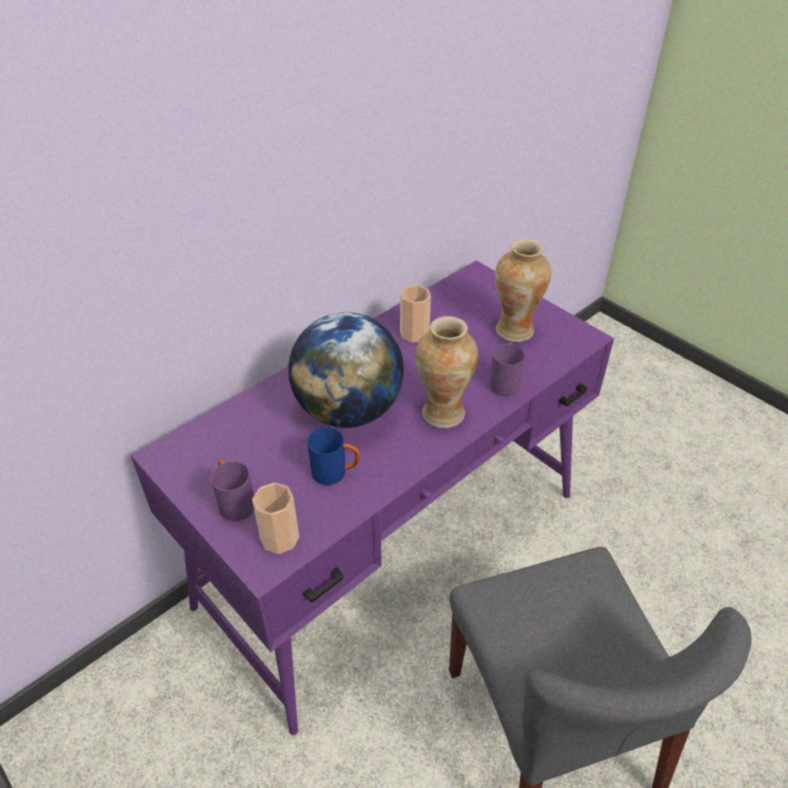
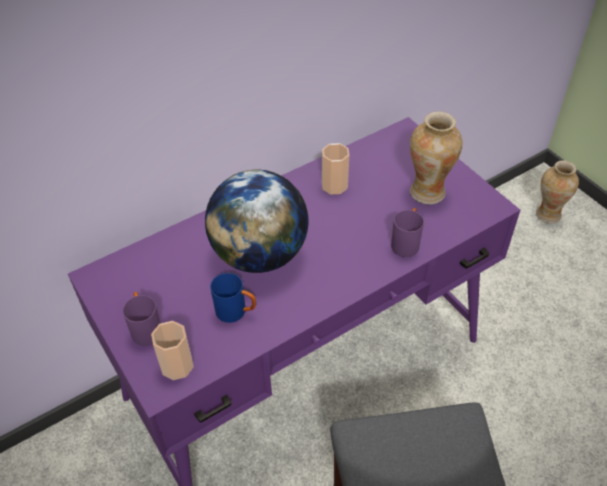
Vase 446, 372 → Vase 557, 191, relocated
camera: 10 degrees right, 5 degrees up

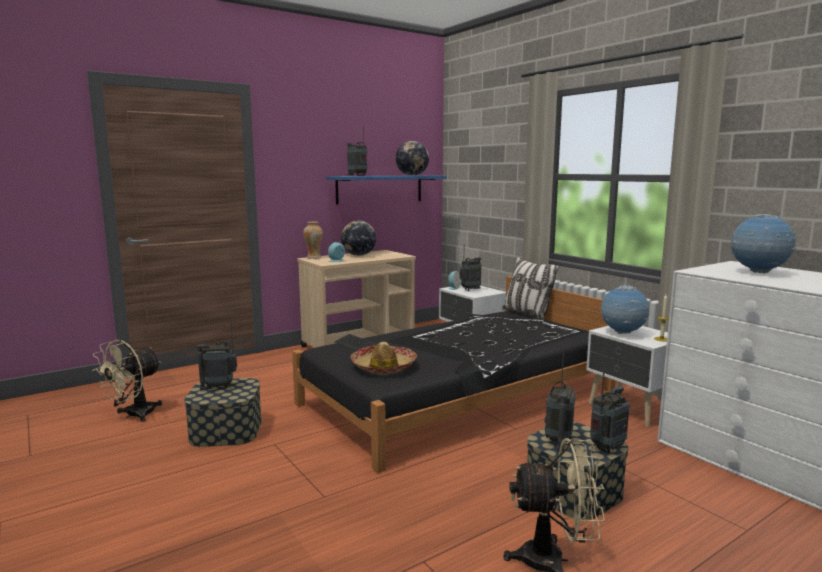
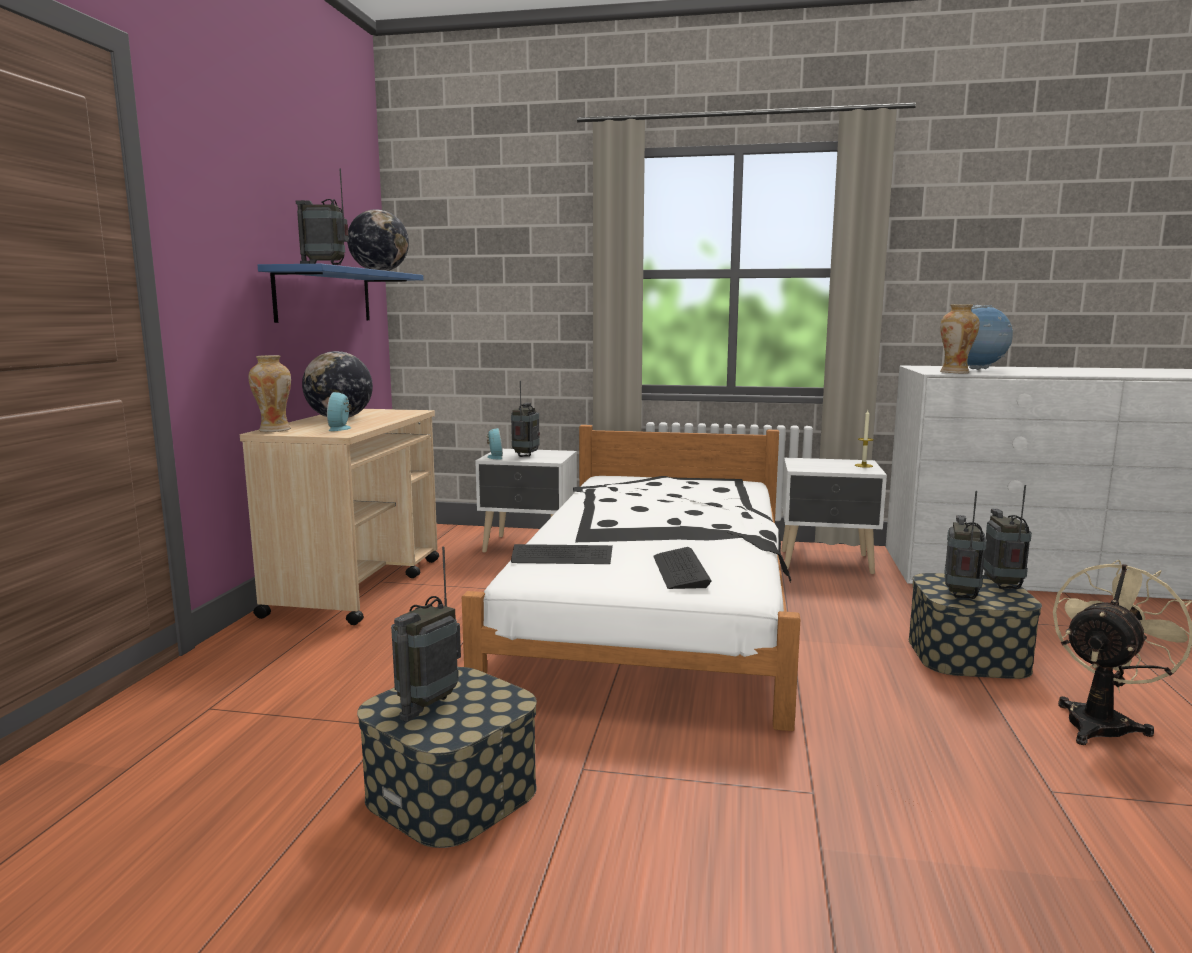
Ventilator (beige) 127, 381 → -
Kissen 531, 288 → -
Globus 624, 309 → -
- → Vase 960, 339
Hut 383, 358 → Tastatur 682, 568
Bett (schwarz) 454, 374 → Bett (weiß) 631, 578
Radio 560, 402 → Radio 965, 545, 135 degrees counterclockwise
camera: 45 degrees left, 0 degrees up

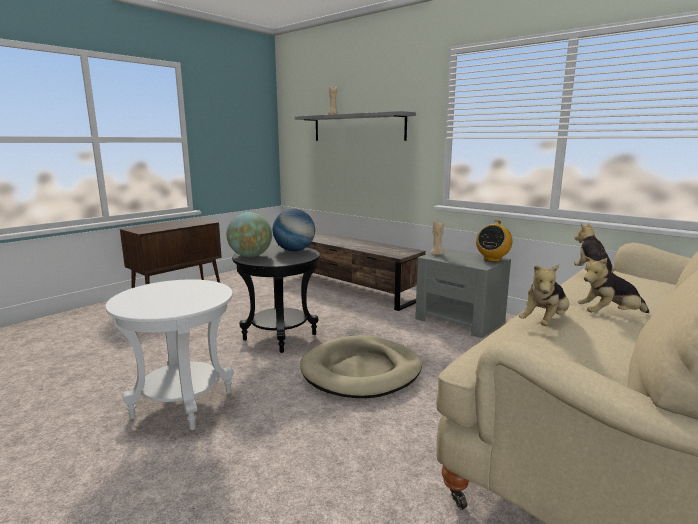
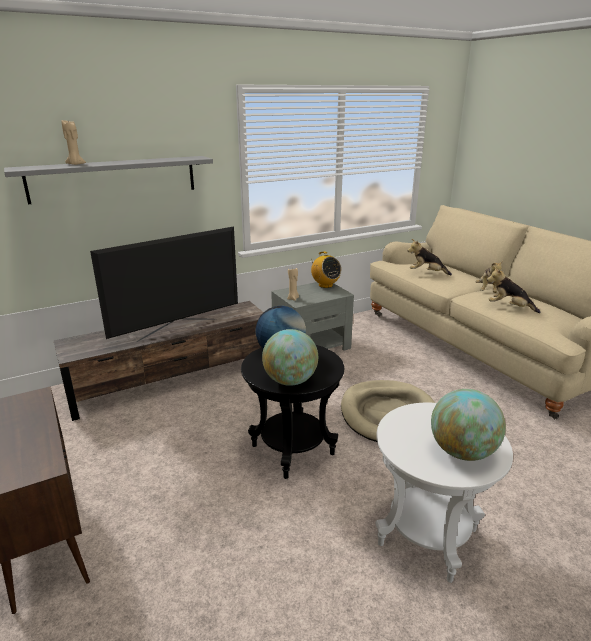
- → Fernseher 164, 284
- → Globus 468, 425
Plüschtier 544, 295 → Plüschtier 513, 289, 150 degrees clockwise
camera: 70 degrees left, 10 degrees up

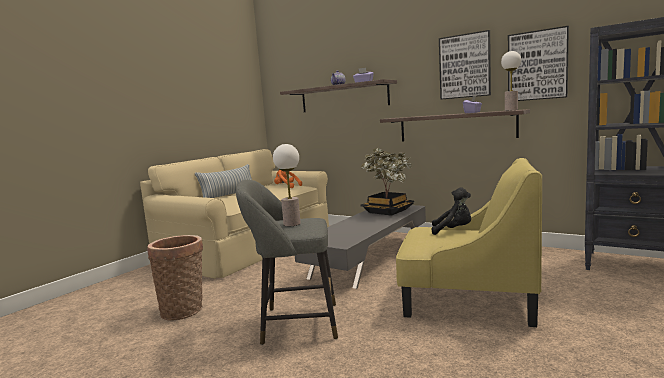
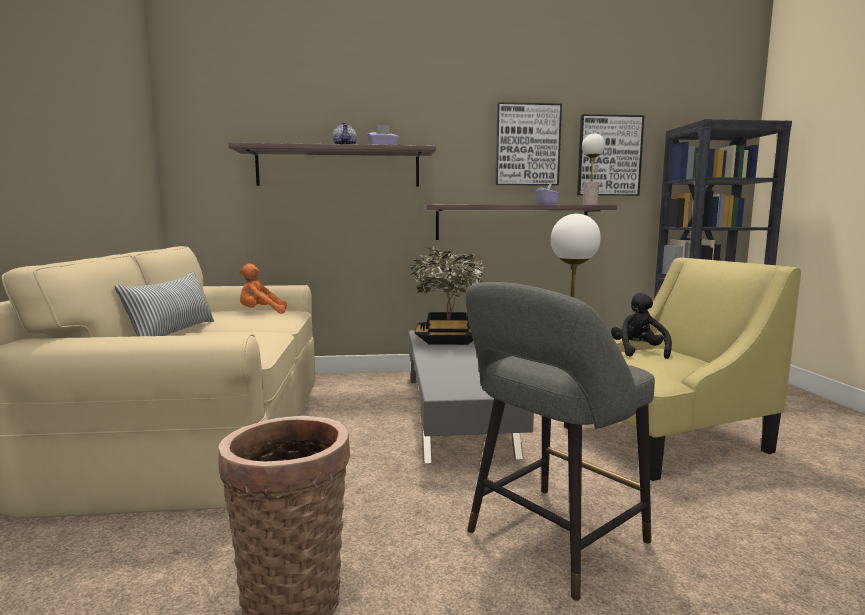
Plüschtier (schwarz) 451, 211 → Plüschtier (schwarz) 641, 326, 60 degrees counterclockwise
camera: 40 degrees left, 0 degrees up

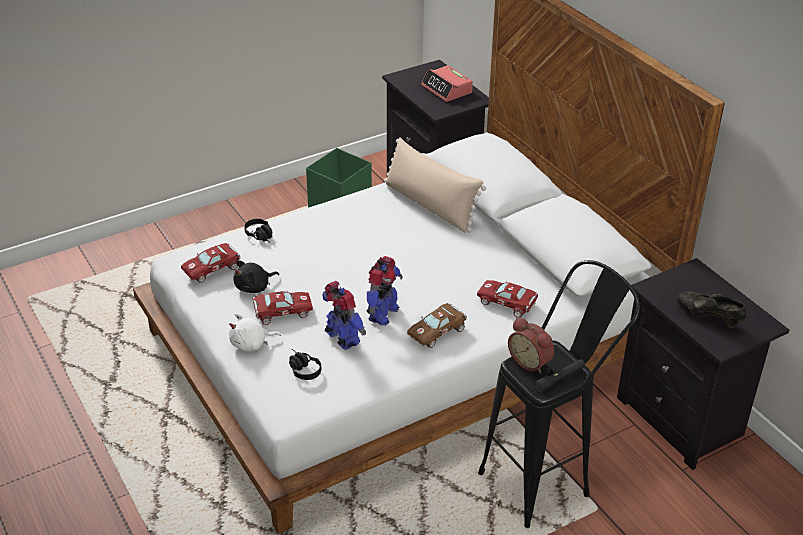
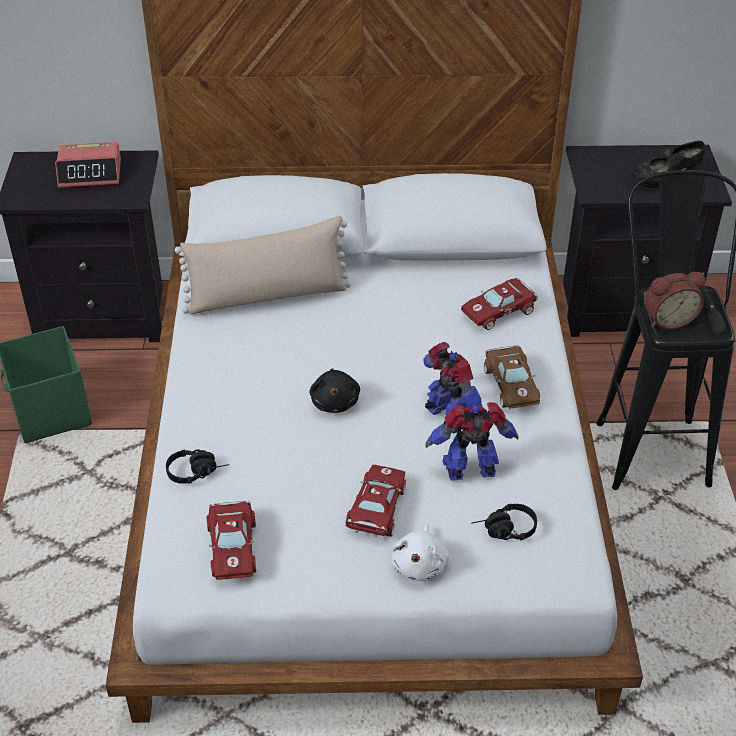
Plüschtier (schwarz) 256, 276 → Plüschtier (schwarz) 334, 390, relocated
camera: 60 degrees left, 5 degrees up

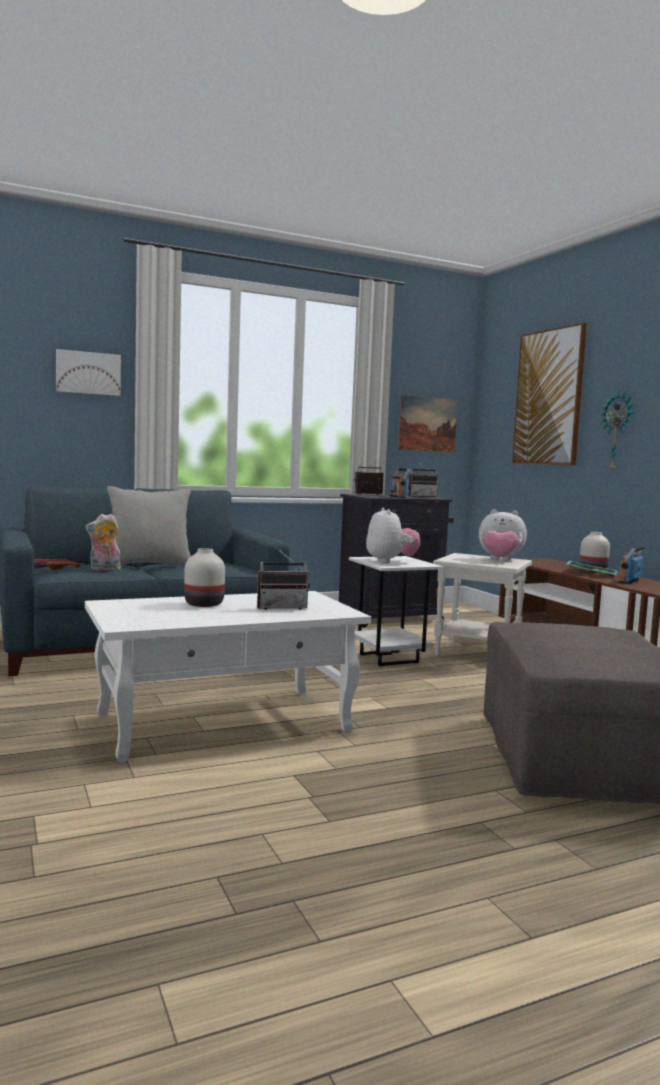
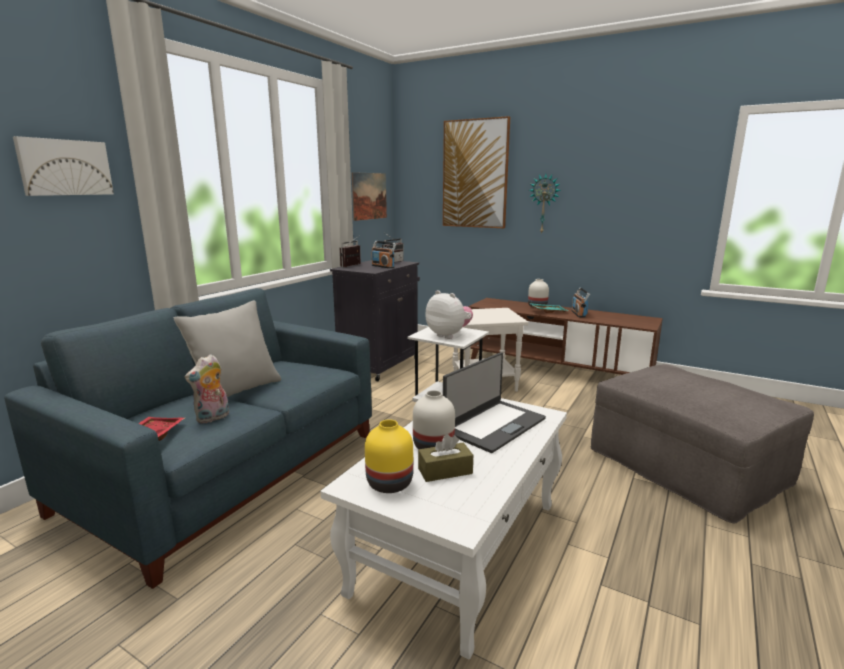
Plüschtier 503, 535 → -
- → Vase (gelb) 389, 456
- → Taschentuchbox (braun) 445, 458
Radio 283, 579 → Laptop 494, 402
camera: 35 degrees left, 10 degrees up

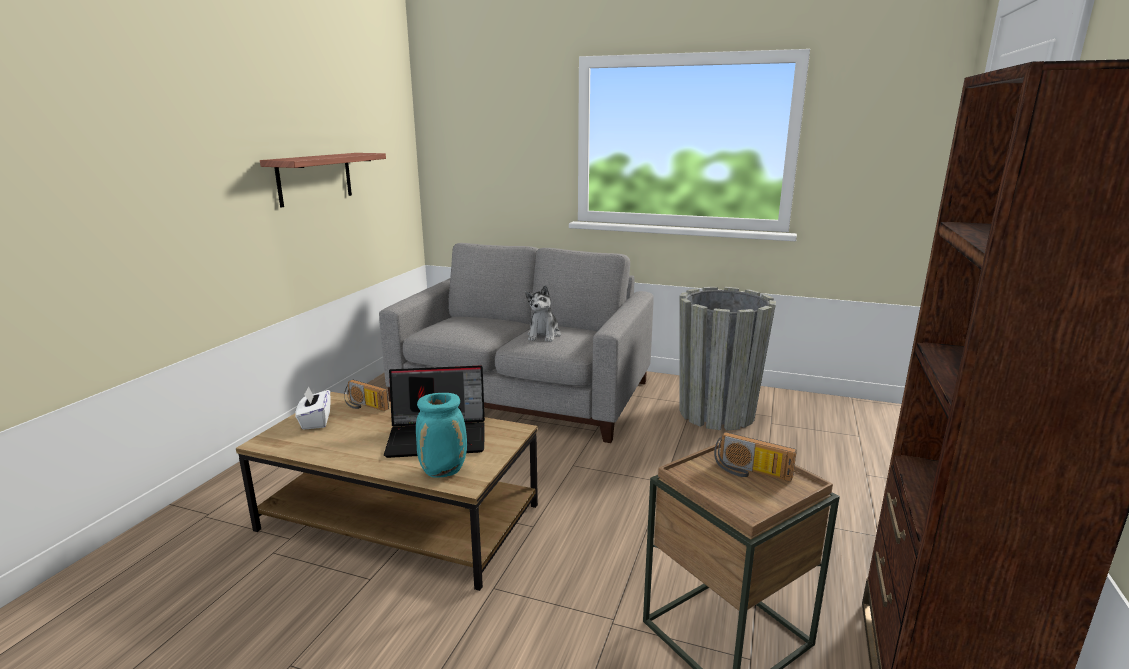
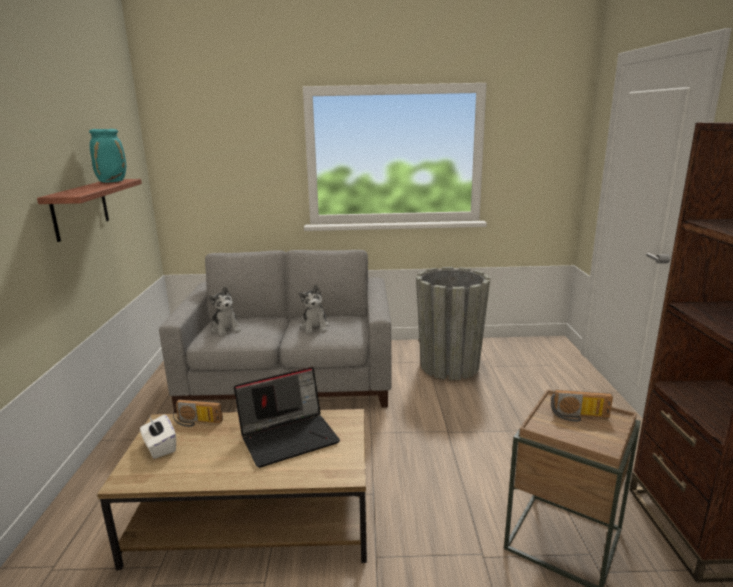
- → Plüschtier 224, 311
Vase (türkis) 441, 435 → Vase (türkis) 107, 156, relocated
camera: 20 degrees left, 0 degrees up

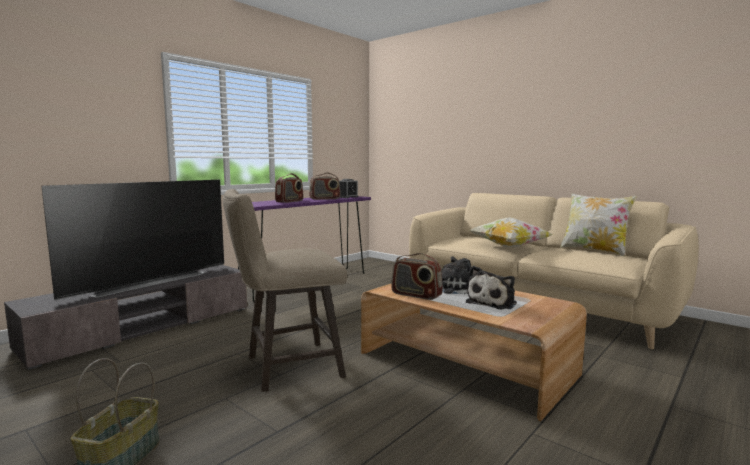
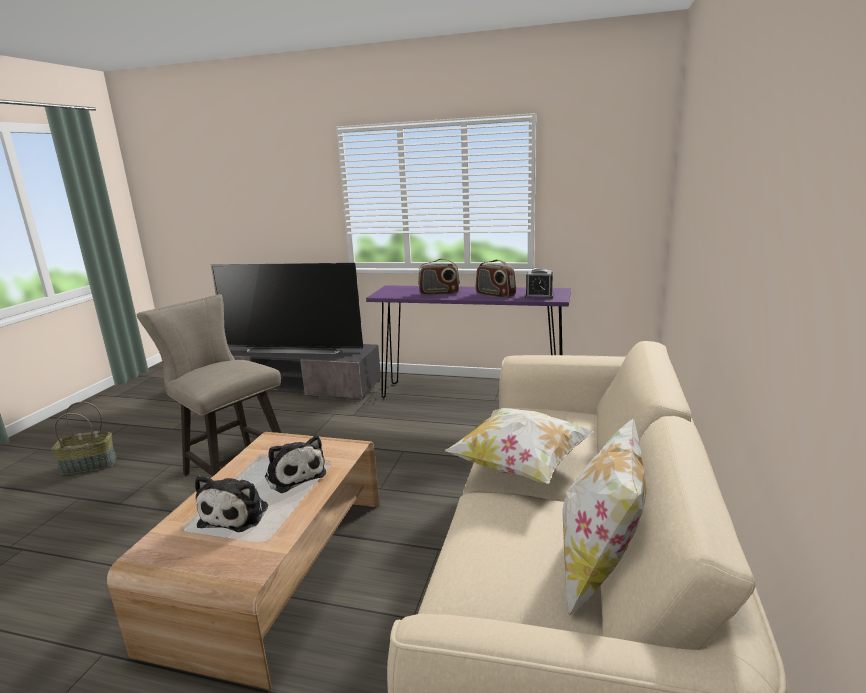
Radio 417, 276 → -
Plüschtier 491, 287 → Plüschtier 231, 503, 90 degrees counterclockwise
camera: 65 degrees right, 10 degrees up

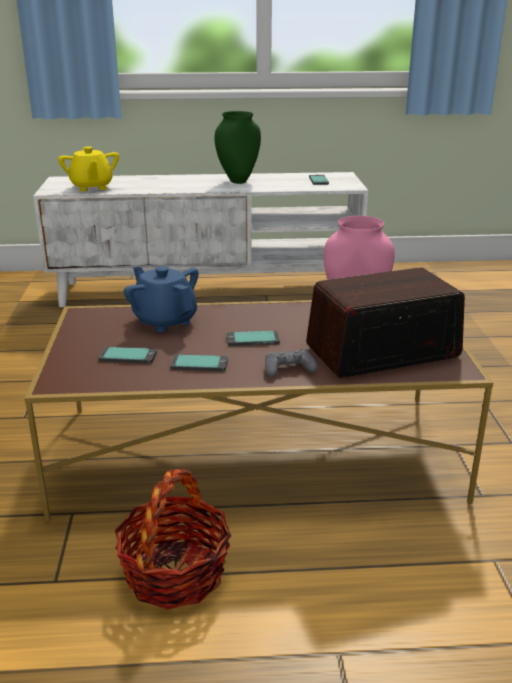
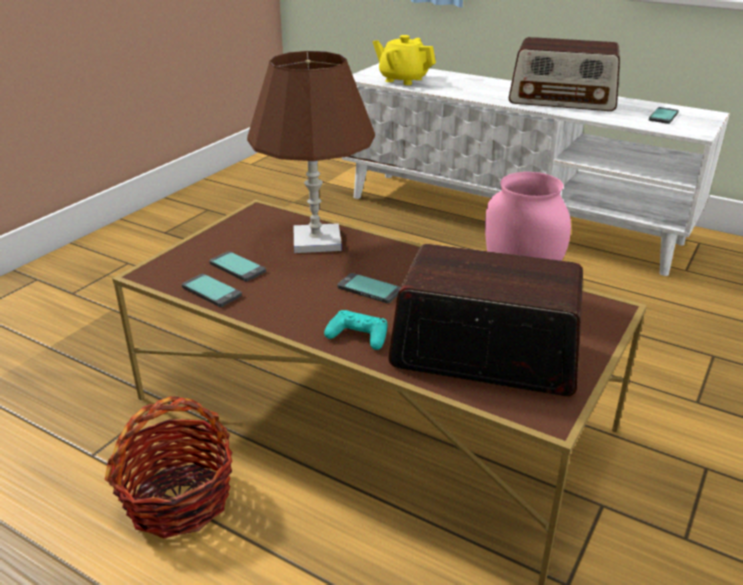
Handy 199, 362 → Handy 212, 290, relocated
Teekanne (blau) 161, 299 → Tischlampe (braun) 311, 152
Vase (grün) 238, 147 → Radio 564, 74
Gamepad (grau) 291, 363 → Gamepad (türkis) 356, 330
Teekanne (gelb) 88, 169 → Teekanne (gelb) 404, 60, 105 degrees clockwise
camera: 35 degrees right, 5 degrees up

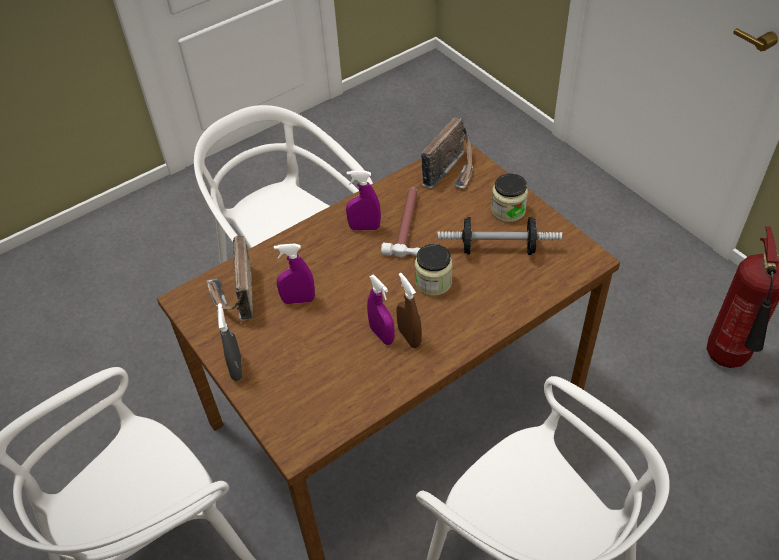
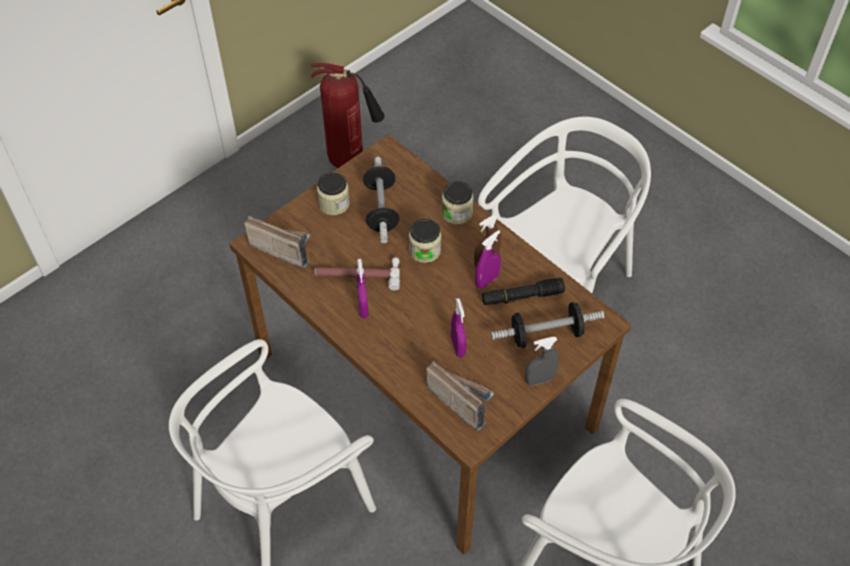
- → Vorratsglas 457, 203
- → Taschenlampe (schwarz) 523, 291
- → Hantel 547, 325
Radio 230, 278 → Radio 460, 396, 120 degrees counterclockwise
camera: 100 degrees left, 5 degrees up

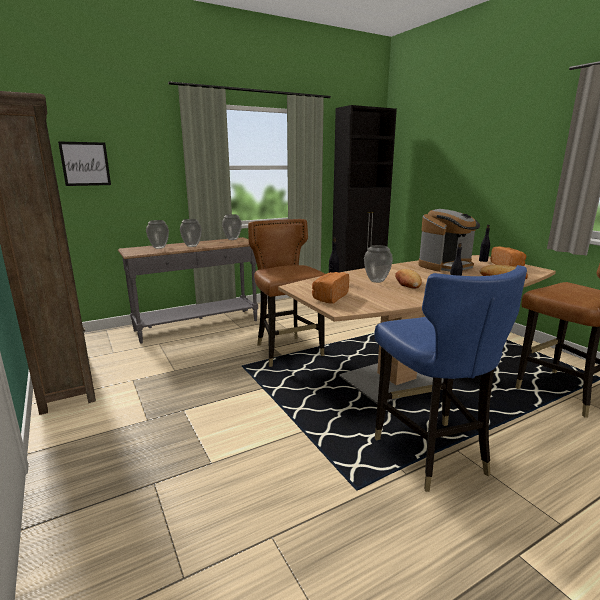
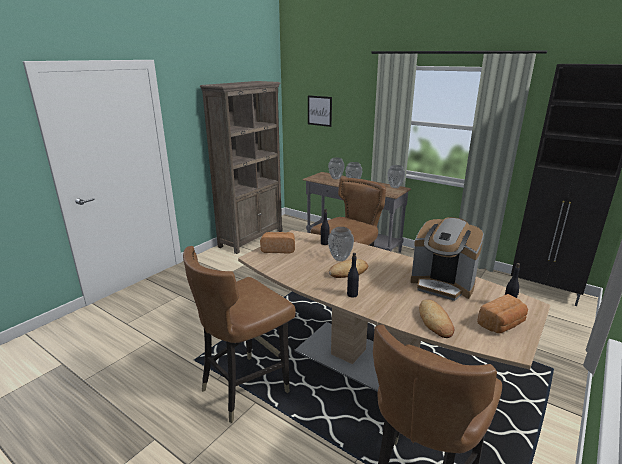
Stuhl (blau) 451, 378 → Stuhl (braun) 239, 334
camera: 65 degrees right, 5 degrees up

